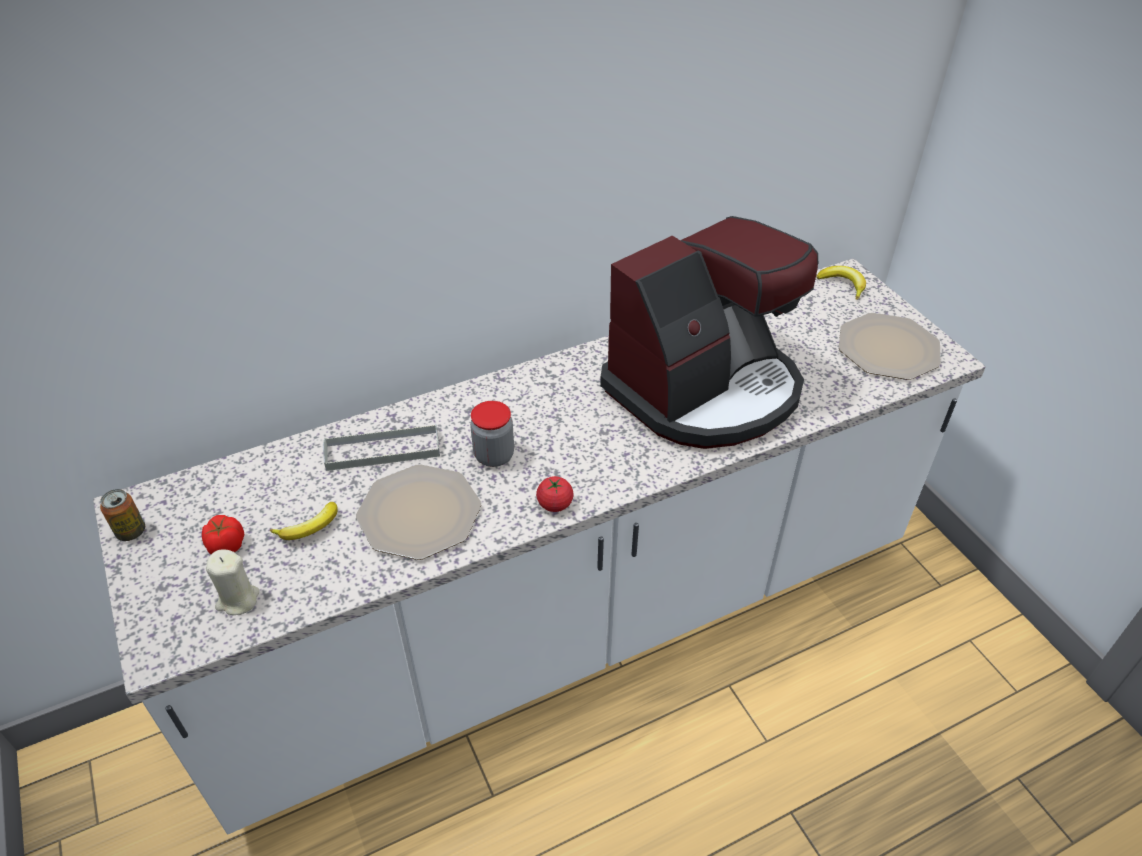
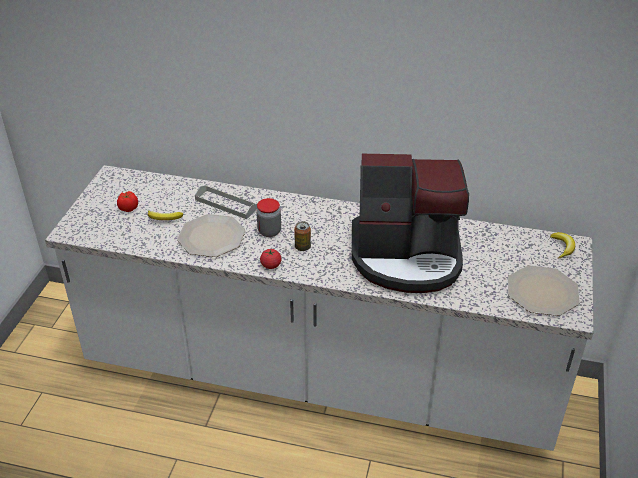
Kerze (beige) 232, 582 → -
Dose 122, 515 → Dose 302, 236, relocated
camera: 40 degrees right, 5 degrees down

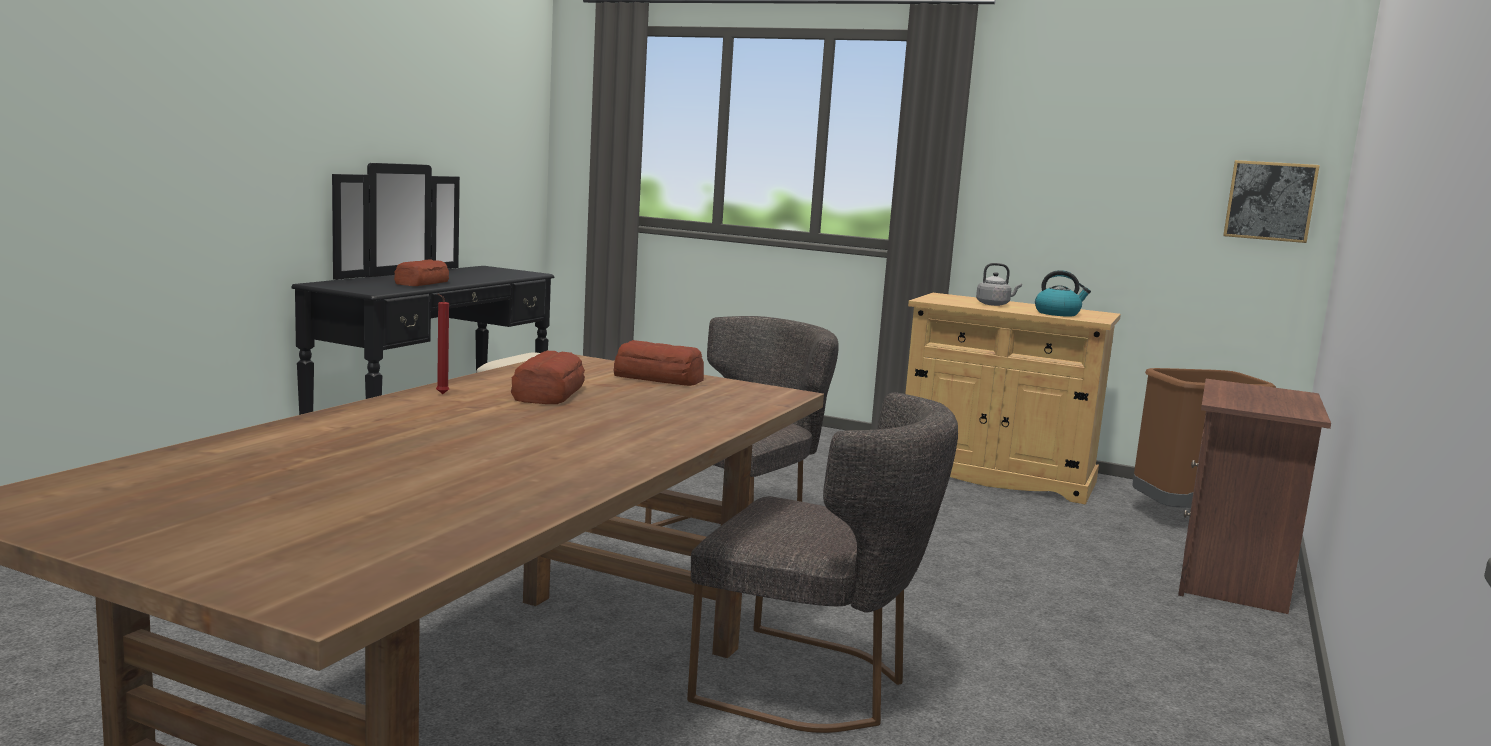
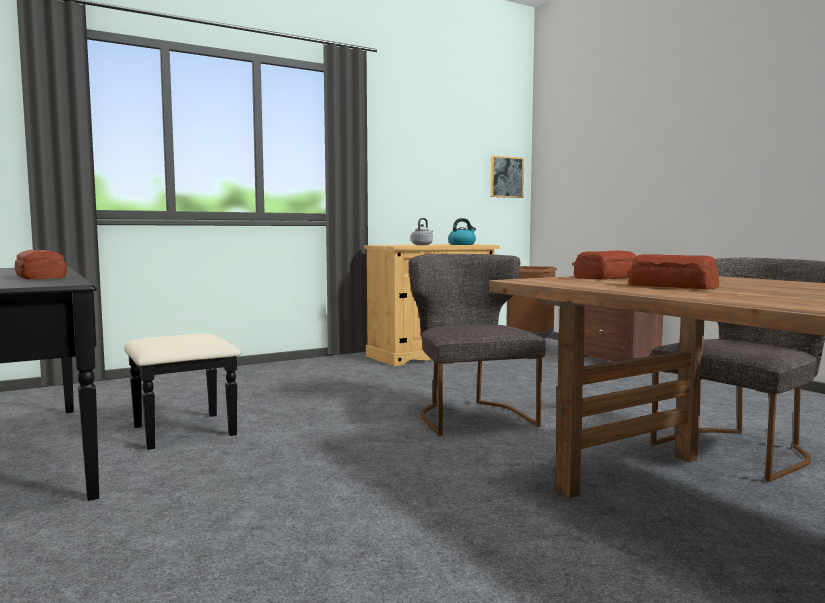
Kerze (rot) 442, 344 → -
camera: 55 degrees left, 5 degrees down

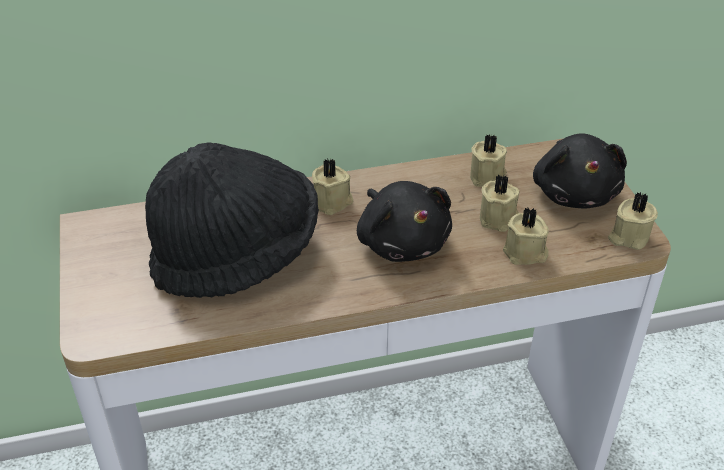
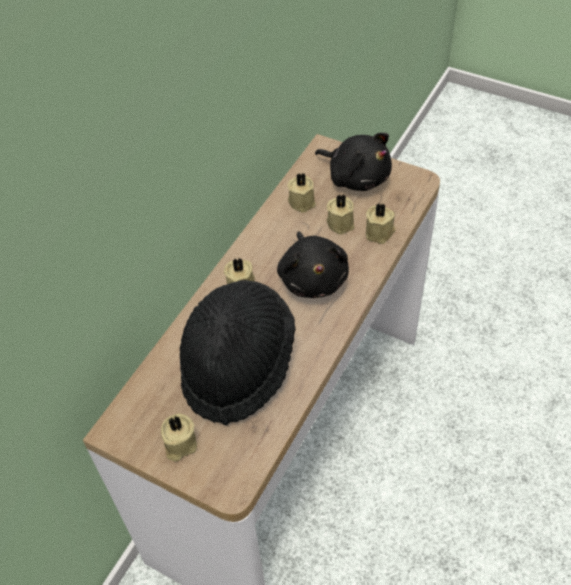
Kerze (beige) 633, 221 → Kerze (beige) 179, 438, relocated
Plüschtier (schwarz) 404, 221 → Plüschtier (schwarz) 313, 265, 60 degrees clockwise
camera: 45 degrees left, 10 degrees up

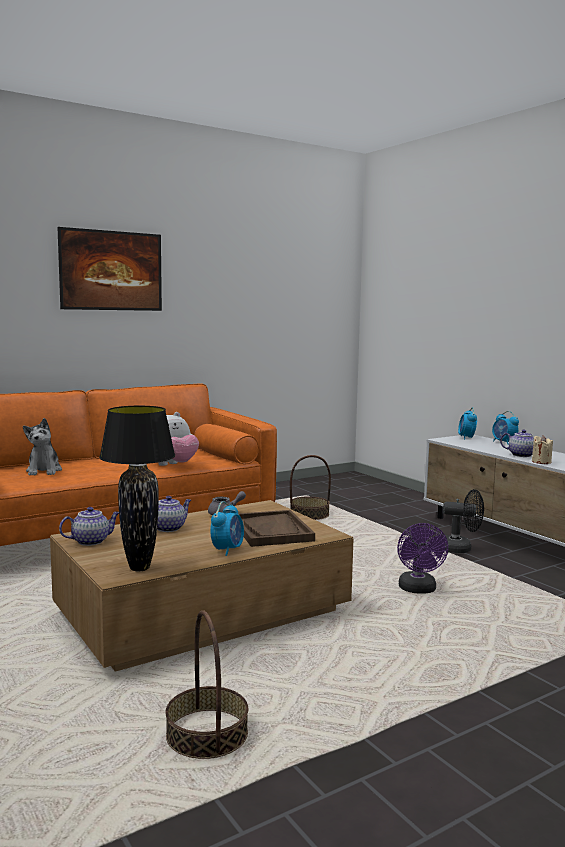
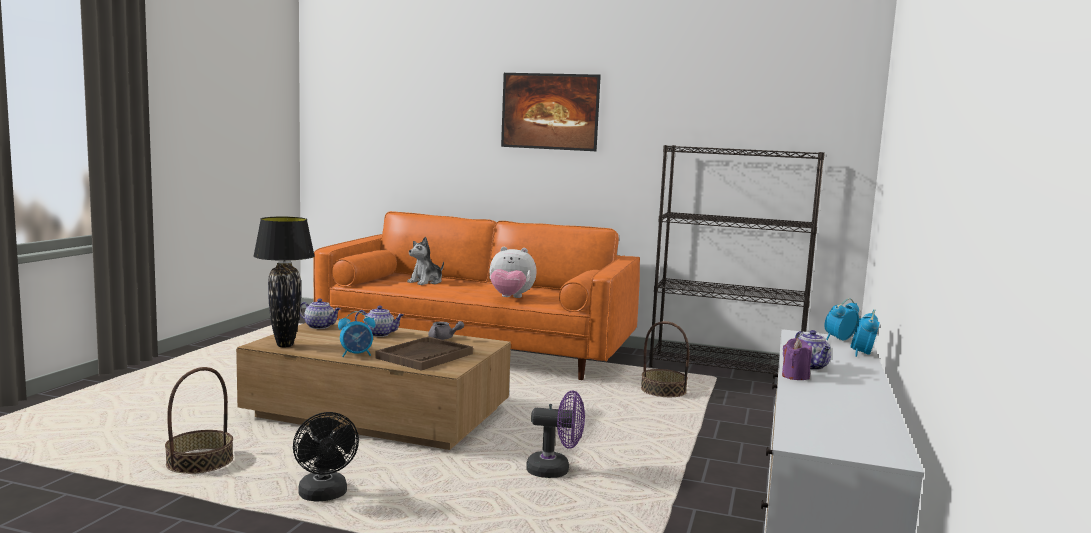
- → Bücherregal (schwarz) 737, 259
Ventilator (schwarz) 463, 521 → Ventilator (schwarz) 326, 456, relocated
Kerze (beige) 542, 449 → Kerze (lila) 797, 359
Ventilator (lila) 422, 558 → Ventilator (lila) 555, 434, 135 degrees counterclockwise
camera: 50 degrees right, 0 degrees up

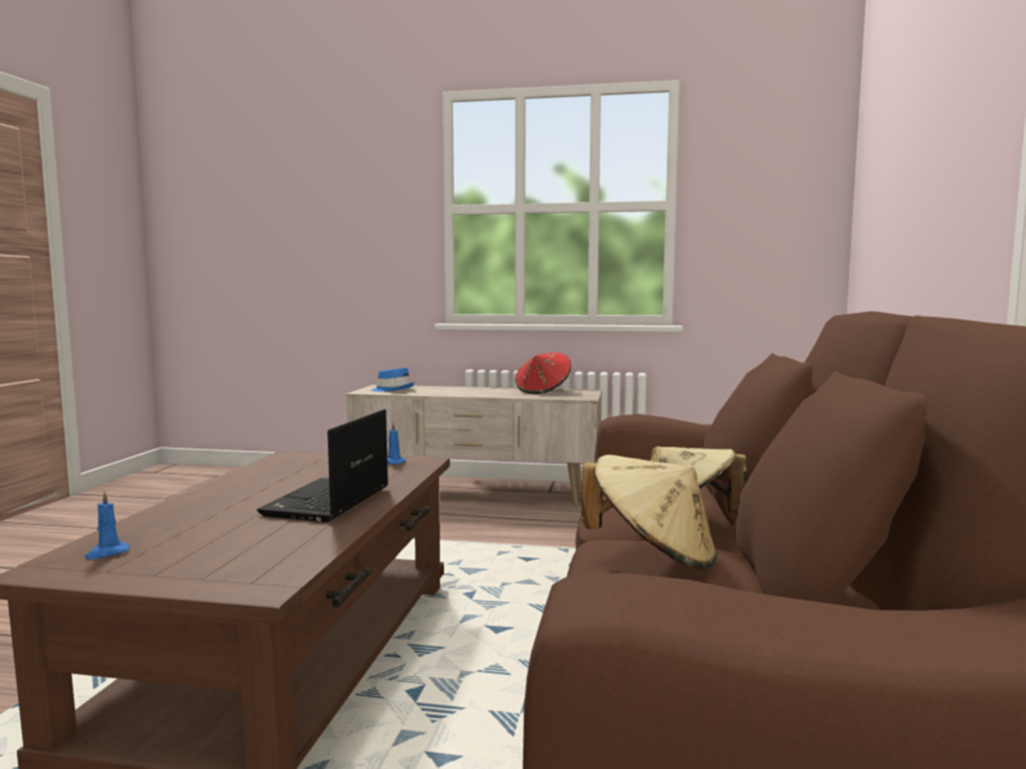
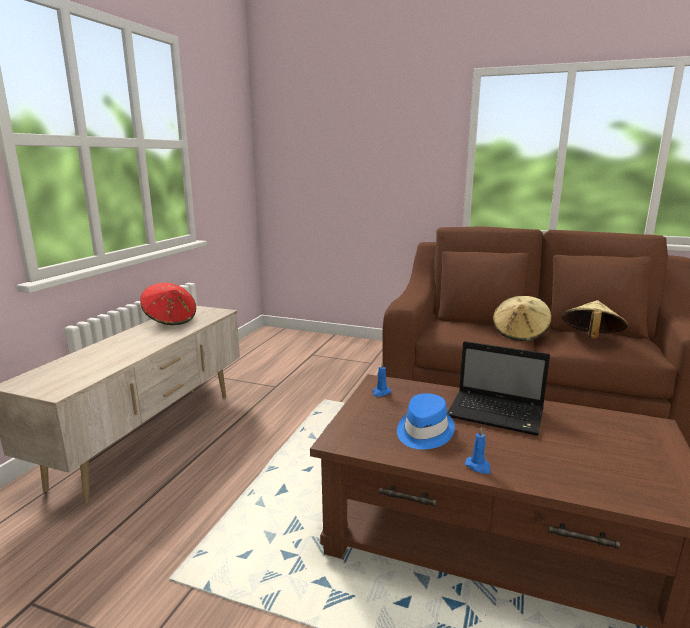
Kerze (blau) 107, 525 → Kerze (blau) 478, 450, relocated
Hut (blau) 393, 379 → Hut (blau) 426, 421, relocated
camera: 80 degrees left, 10 degrees up

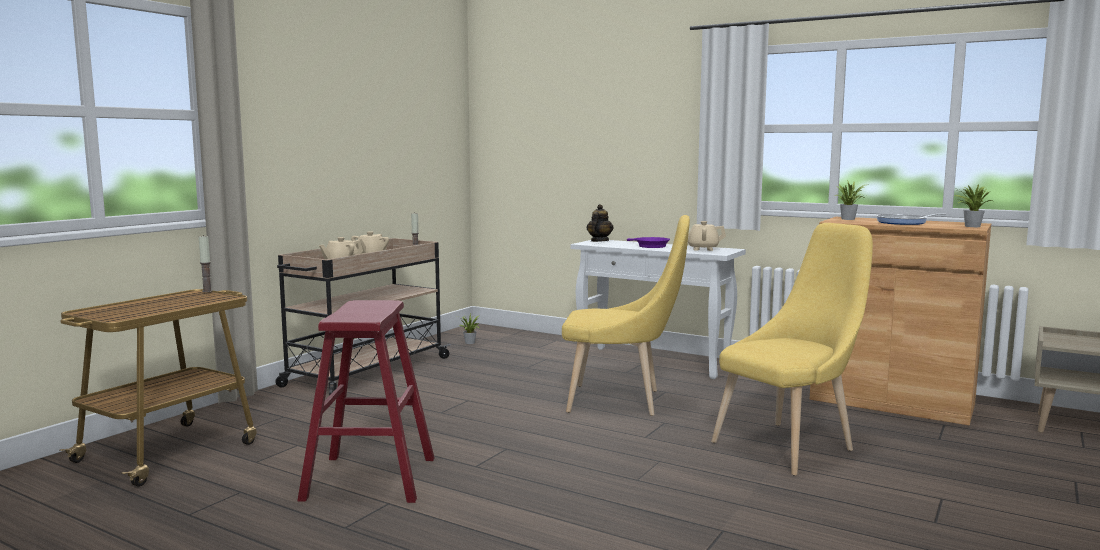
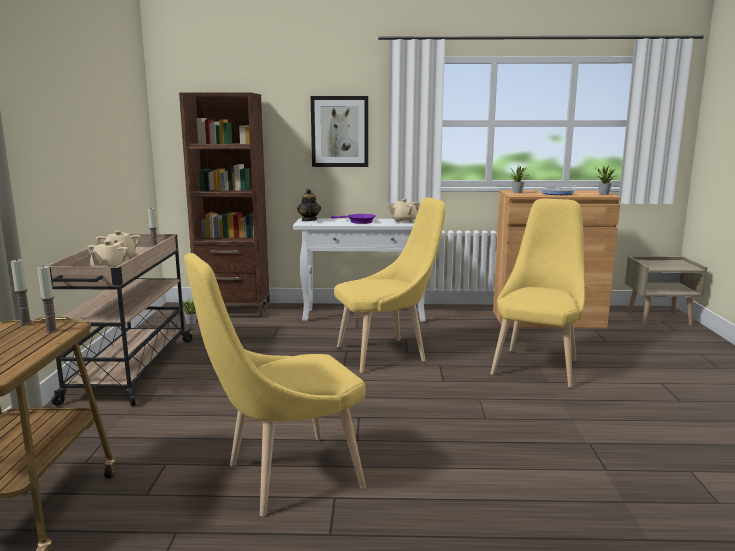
- → Kerze 47, 299
- → Bücherregal (braun) 224, 205
- → Bild 339, 131
Hocker (rot) 365, 401 → Stuhl (gelb) 275, 384
camera: 30 degrees left, 5 degrees up

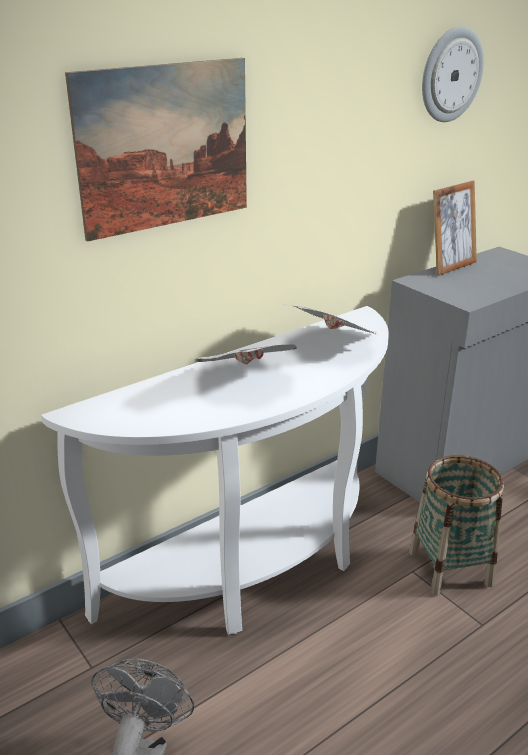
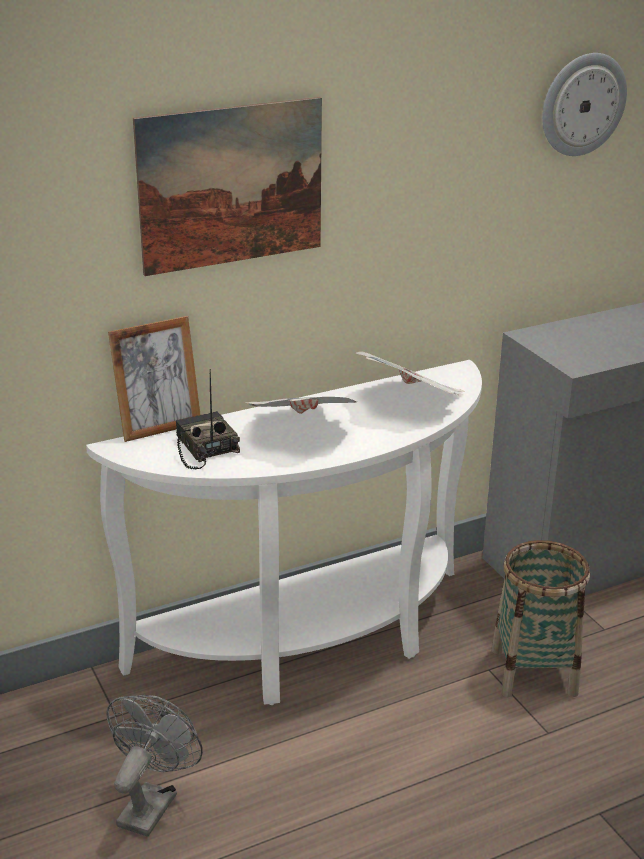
- → Radio 208, 419
Bilderrahmen 455, 228 → Bilderrahmen 154, 379, relocated
camera: 10 degrees right, 0 degrees up

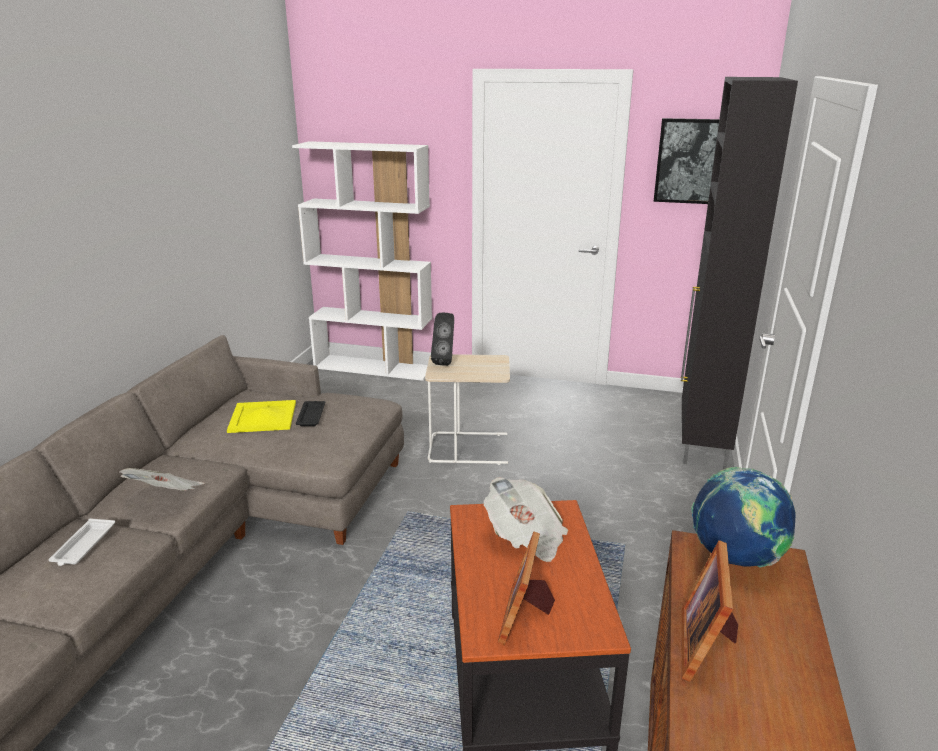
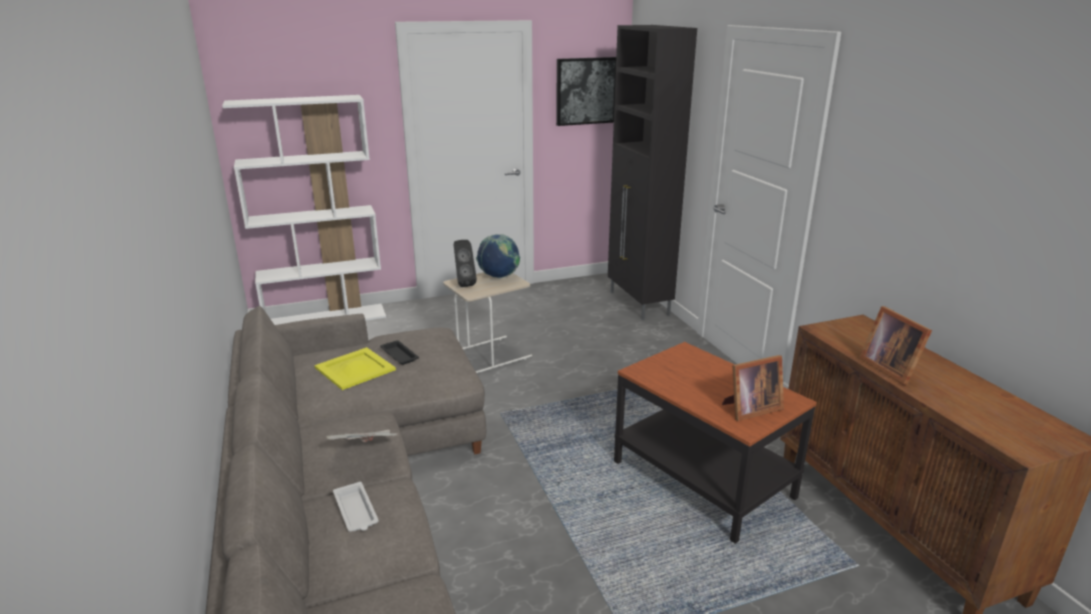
Zeitung 526, 519 → -
Globus 743, 517 → Globus 498, 256, relocated
Bilderrahmen 526, 588 → Bilderrahmen 753, 388, 90 degrees counterclockwise
camera: 35 degrees left, 0 degrees up

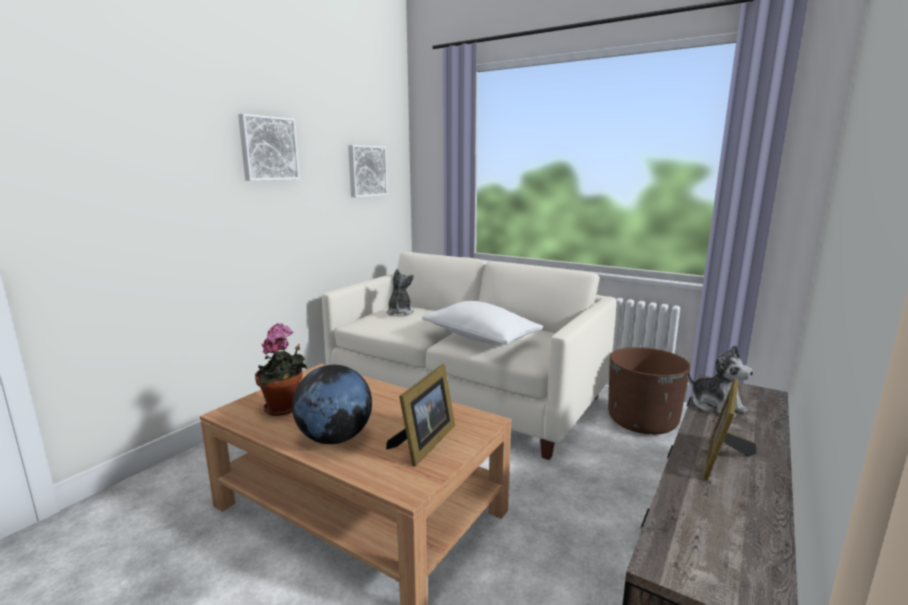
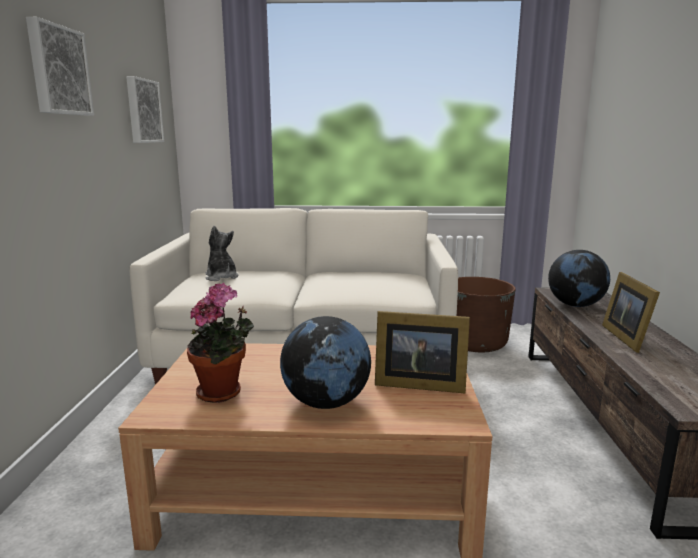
Kissen (weiß) 482, 323 → -
Plüschtier 720, 381 → Globus 579, 278
Bilderrahmen 420, 415 → Bilderrahmen 422, 352, 105 degrees clockwise
camera: 30 degrees left, 0 degrees up

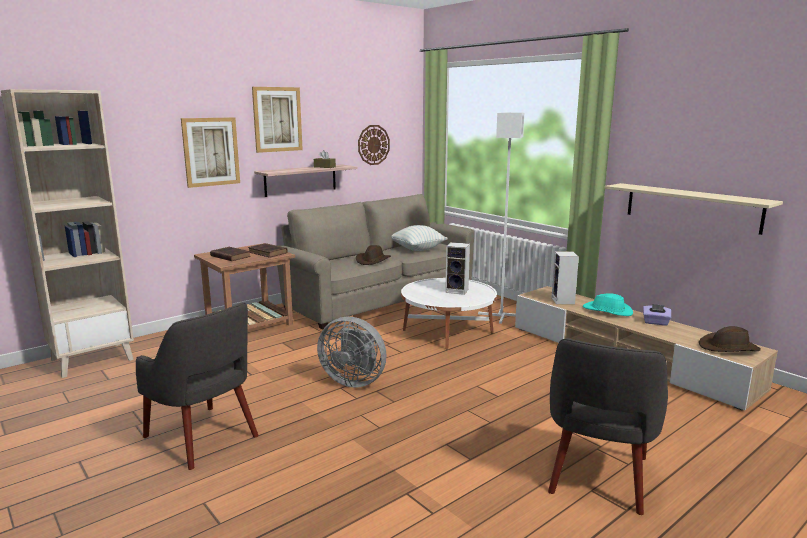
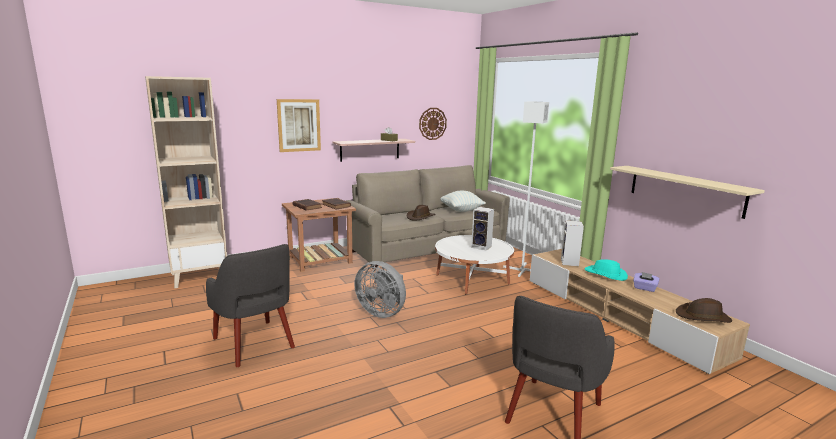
Bild 277, 120 → -
camera: 10 degrees right, 0 degrees up

